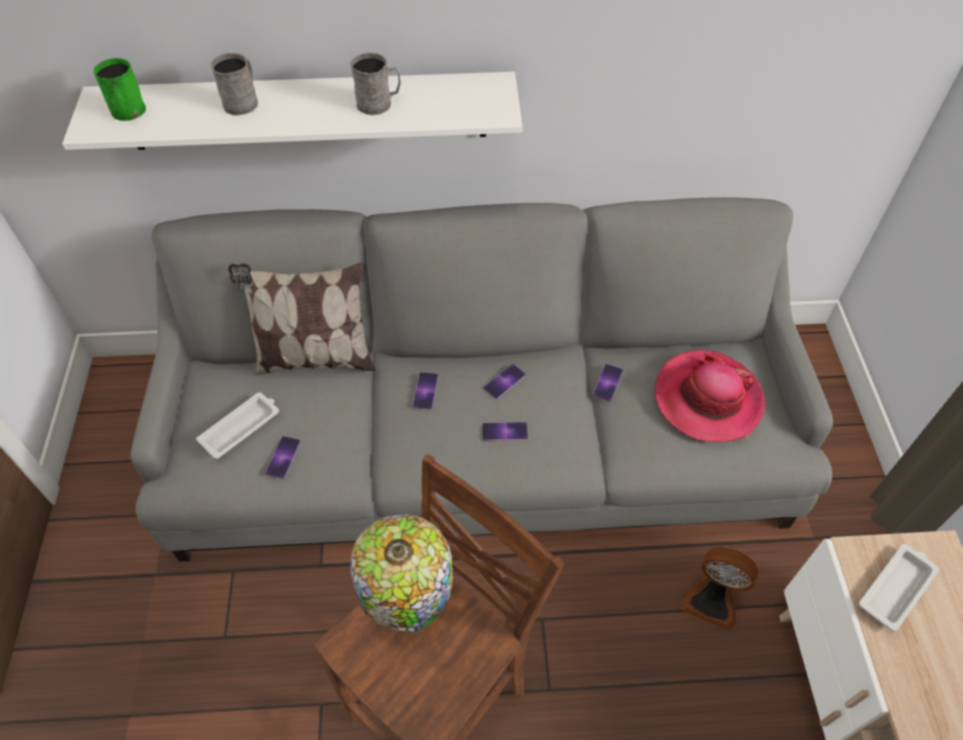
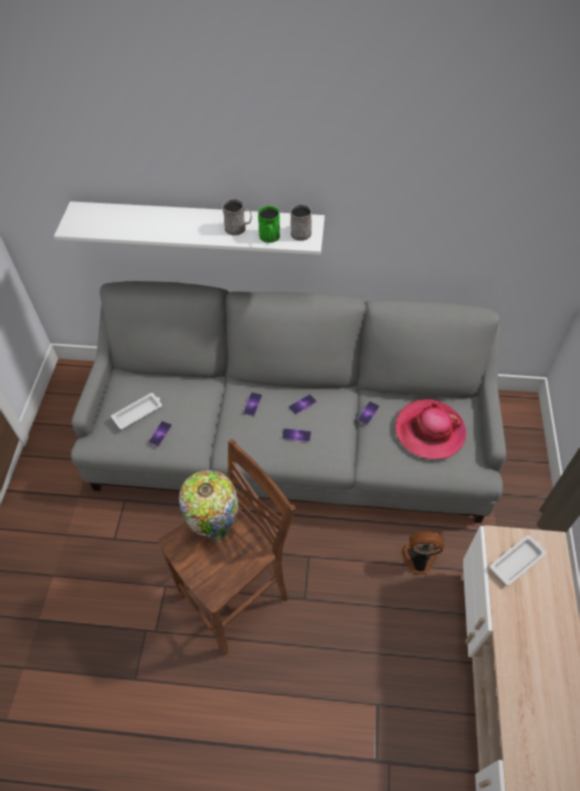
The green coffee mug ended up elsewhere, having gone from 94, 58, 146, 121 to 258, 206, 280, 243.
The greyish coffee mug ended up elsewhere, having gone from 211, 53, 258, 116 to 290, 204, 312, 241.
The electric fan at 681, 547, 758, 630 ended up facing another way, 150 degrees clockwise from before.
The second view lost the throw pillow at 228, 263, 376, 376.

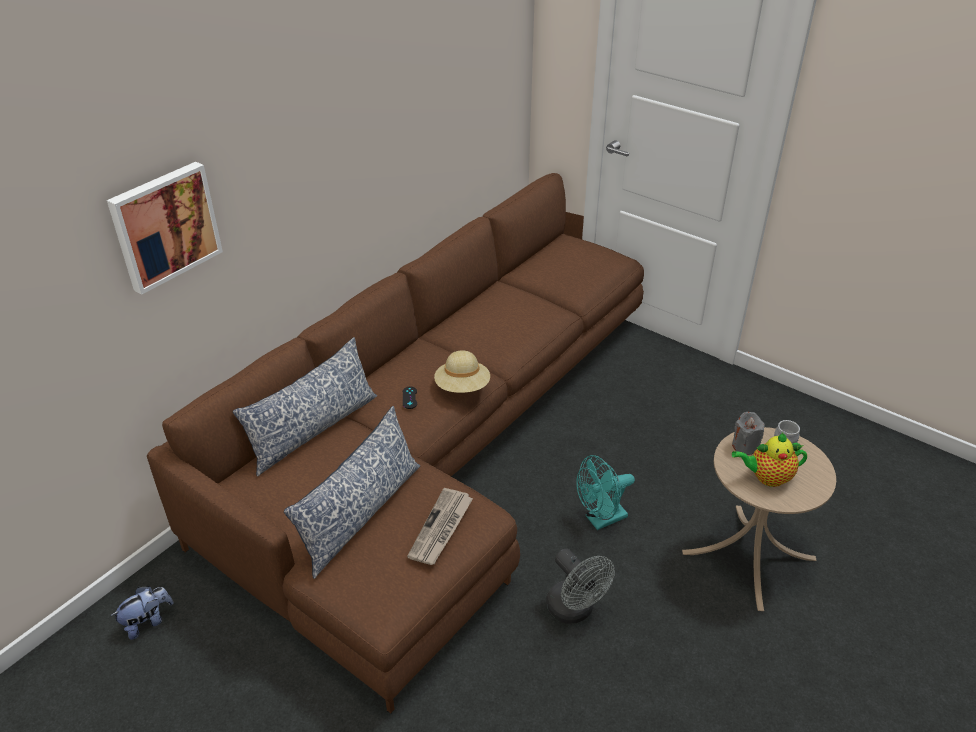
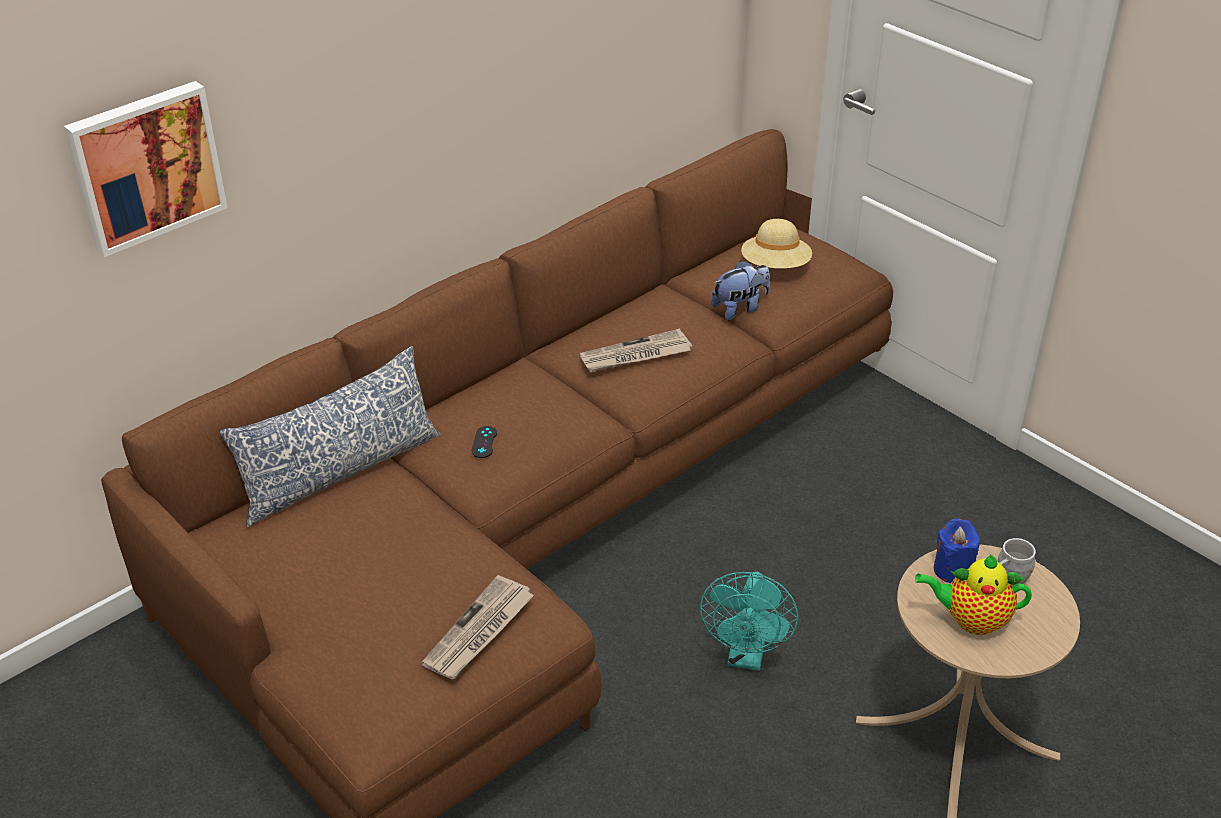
The second view gained the daily paper at 580, 329, 692, 372.
The turquoise electric fan at 576, 455, 635, 530 ended up facing another way, 60 degrees counterclockwise from before.
The cuddly toy ended up elsewhere, having gone from 111, 586, 173, 640 to 711, 260, 770, 320.
The sand-coloured hat ended up elsewhere, having gone from 434, 350, 490, 393 to 741, 219, 812, 269.
What was the greyish wax light at 732, 412, 764, 455 turned into the bluish wax light at 934, 519, 980, 583.
The second view lost the throw pillow at 284, 406, 420, 579.
The second view lost the greyish electric fan at 546, 549, 615, 624.

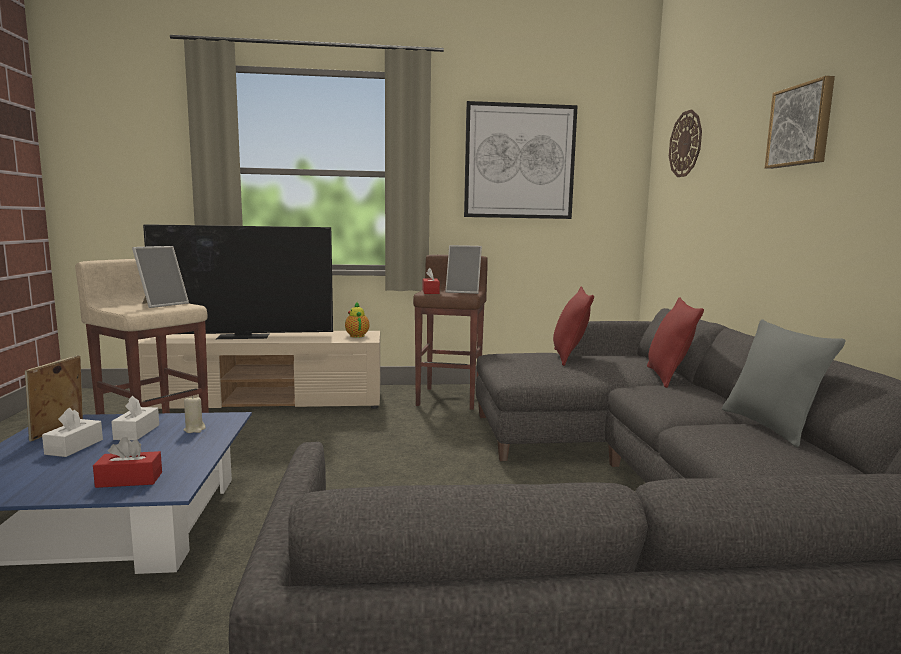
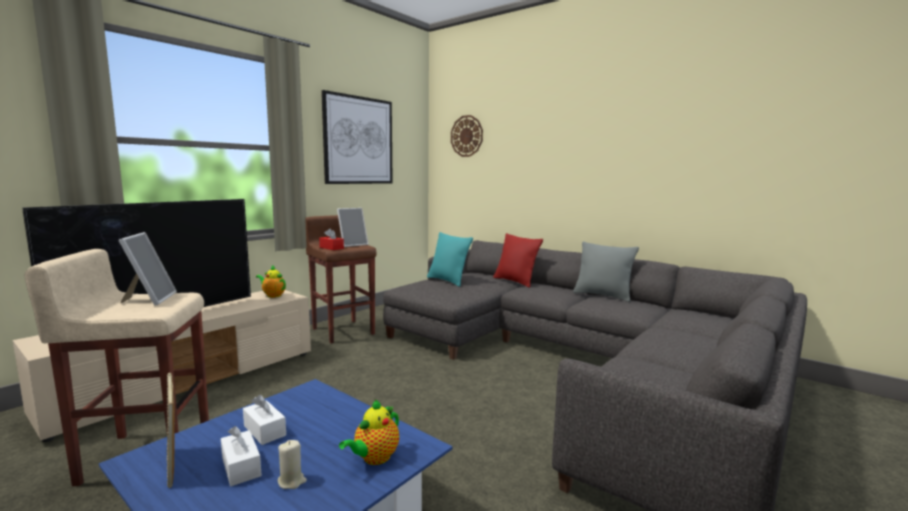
The sand-coloured wax light ended up elsewhere, having gone from 183, 396, 206, 433 to 278, 440, 307, 489.
Where the red tissue box stood at 93, 437, 162, 488, the teapot came to stand at 339, 400, 399, 465.
What was the red throw pillow at 553, 287, 594, 366 turned into the turquoise throw pillow at 427, 232, 473, 287.
The second view lost the wall art at 765, 76, 835, 169.

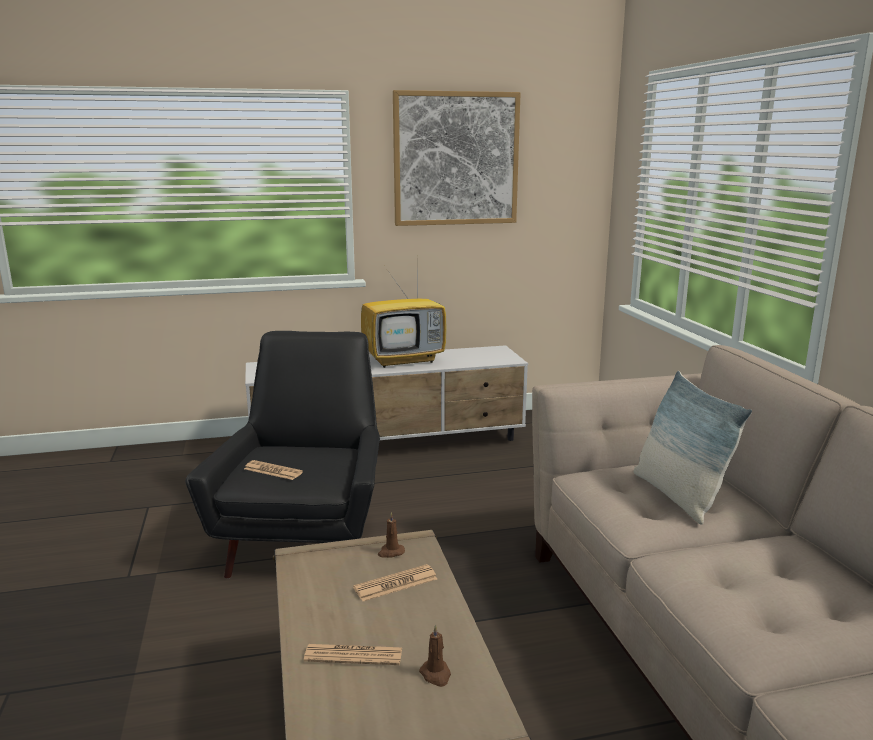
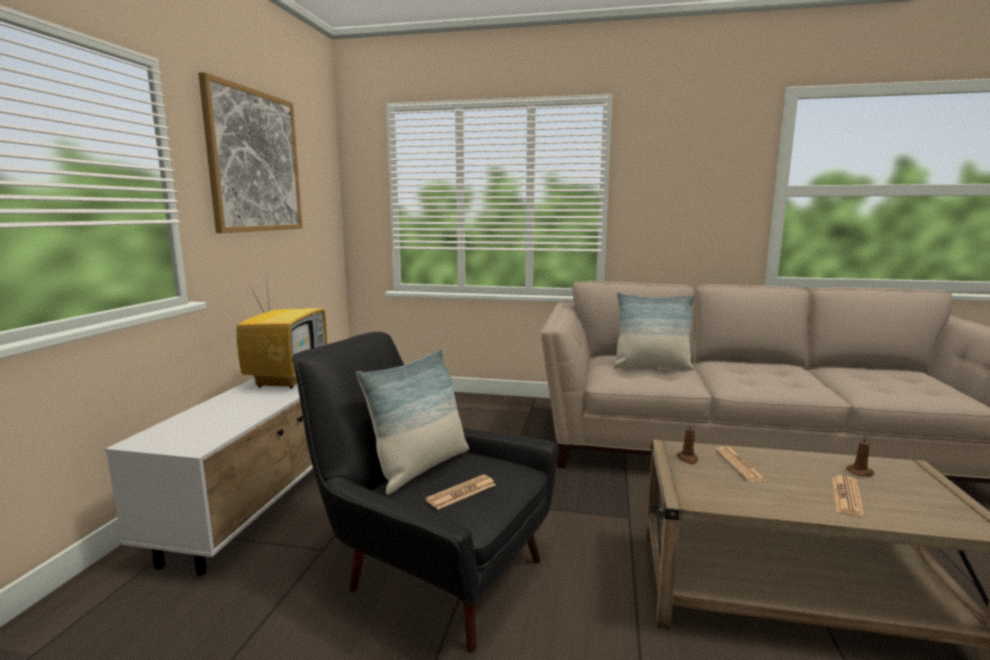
The second view gained the throw pillow at 356, 349, 469, 495.

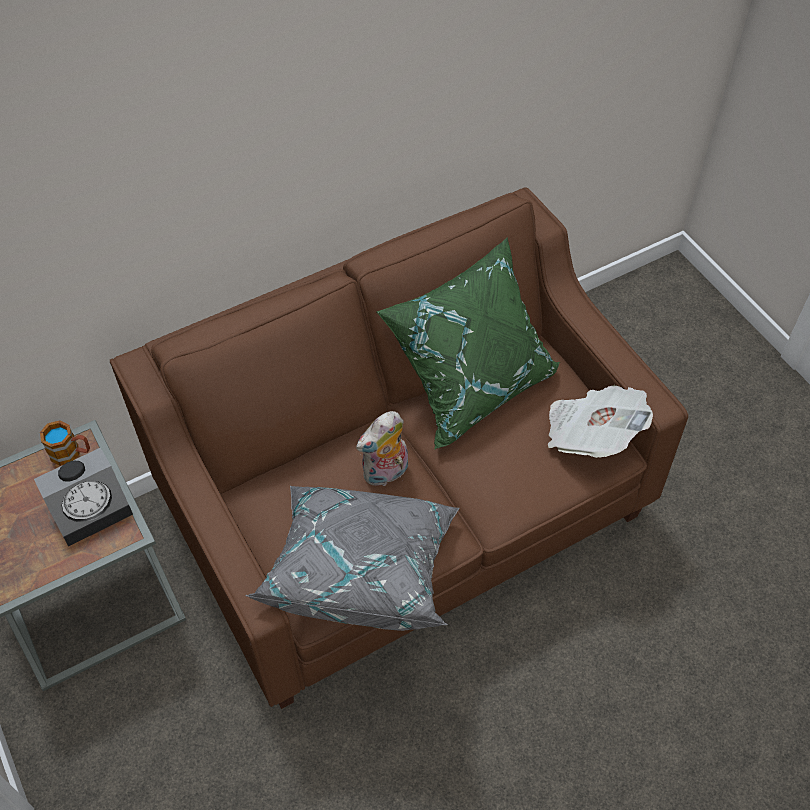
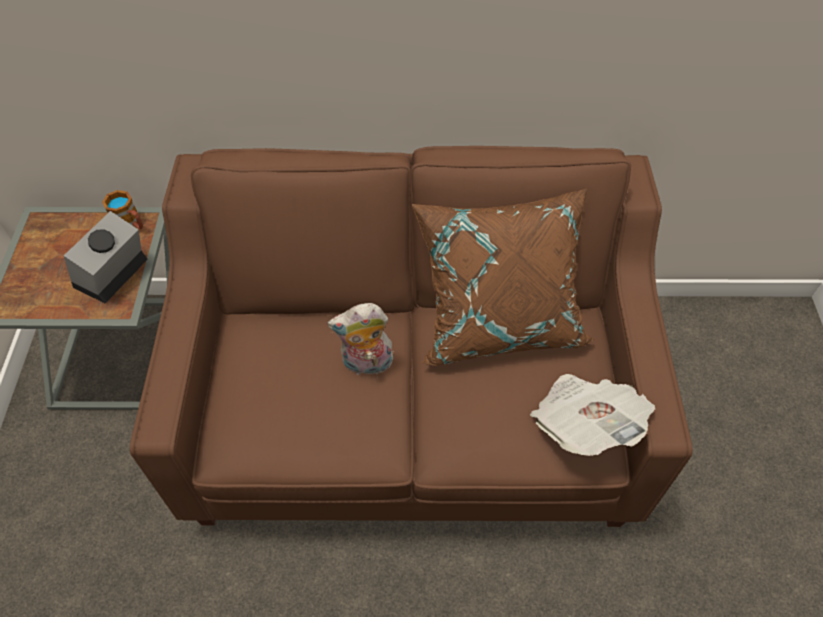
The table clock at 34, 448, 133, 546 ended up facing another way, 120 degrees clockwise from before.
What was the green throw pillow at 377, 237, 561, 449 turned into the brown-coloured throw pillow at 411, 189, 596, 366.
The second view lost the greyish throw pillow at 245, 486, 460, 631.

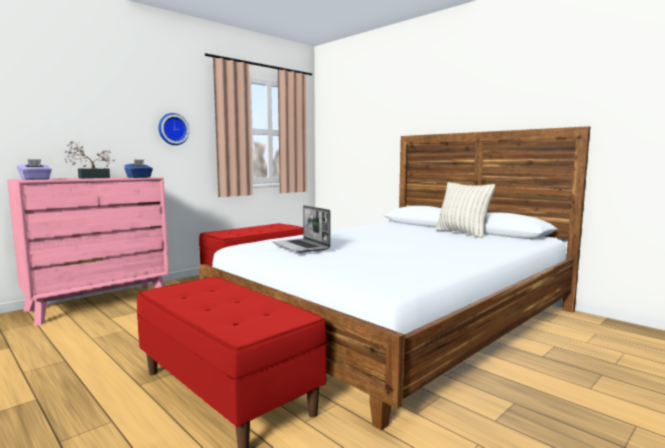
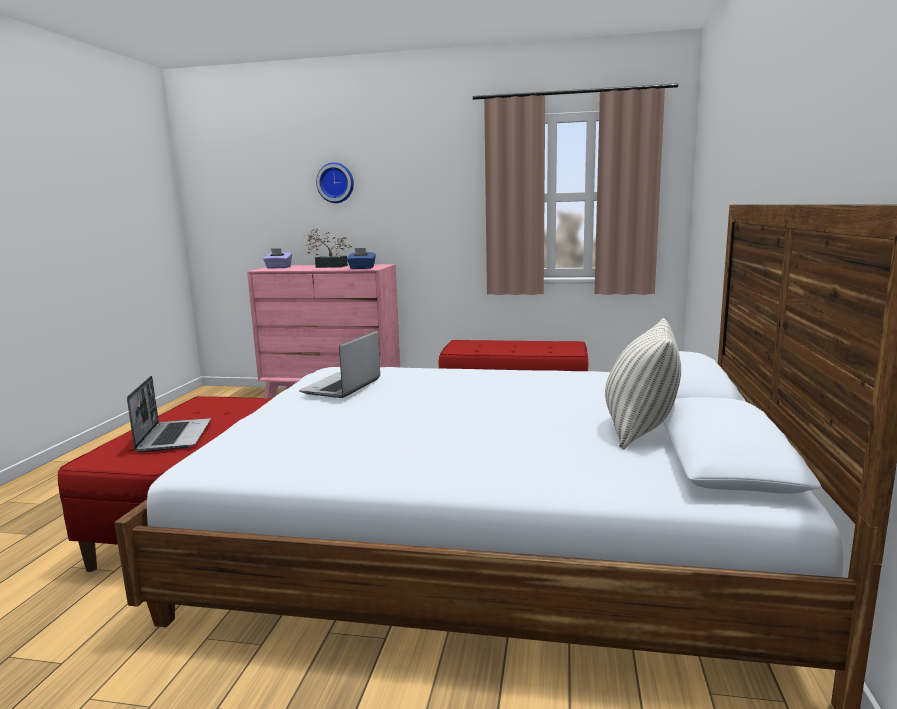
The second view gained the portable computer at 127, 376, 211, 452.
The clock on the wall ended up elsewhere, having gone from 158, 113, 189, 145 to 316, 162, 354, 203.

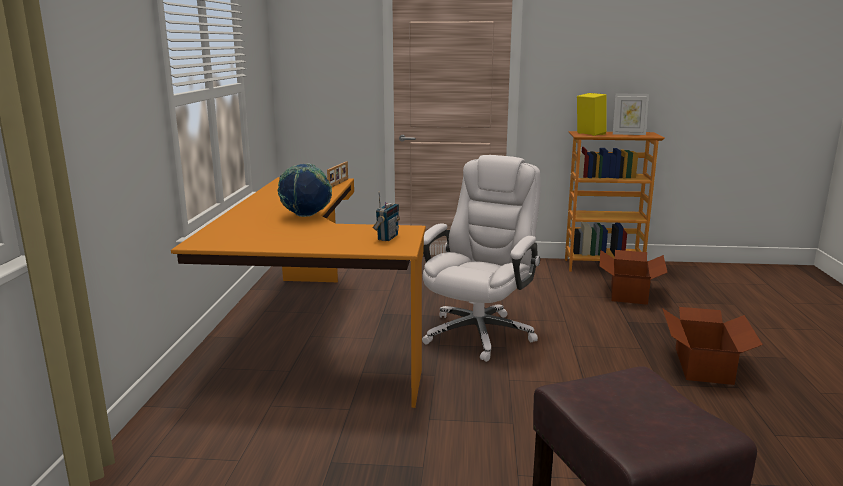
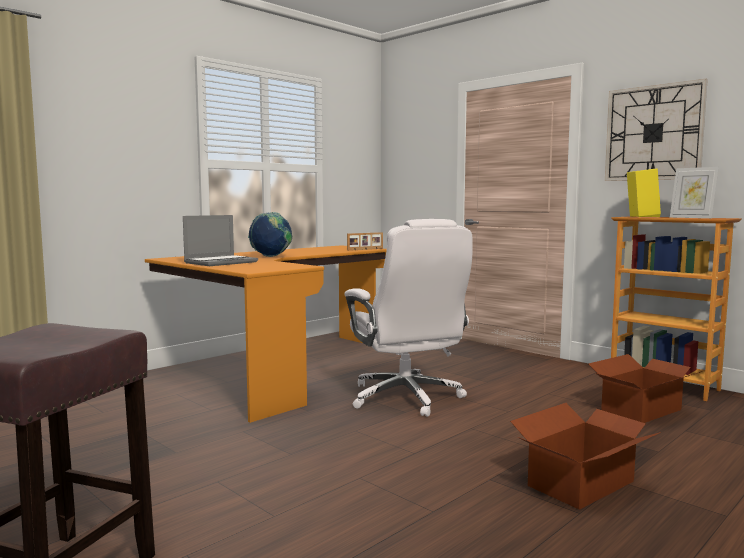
The second view gained the portable computer at 183, 215, 258, 266.
The whitish computer chair at 422, 155, 540, 362 ended up facing another way, 90 degrees clockwise from before.
The second view gained the clock on the wall at 605, 79, 708, 181.
The second view lost the radio receiver at 373, 192, 400, 241.

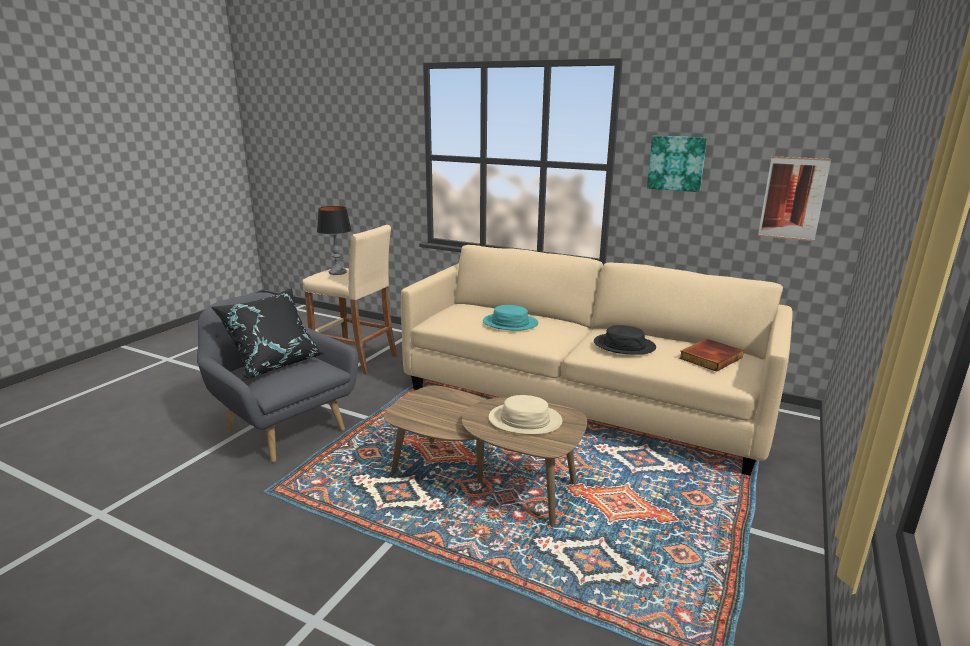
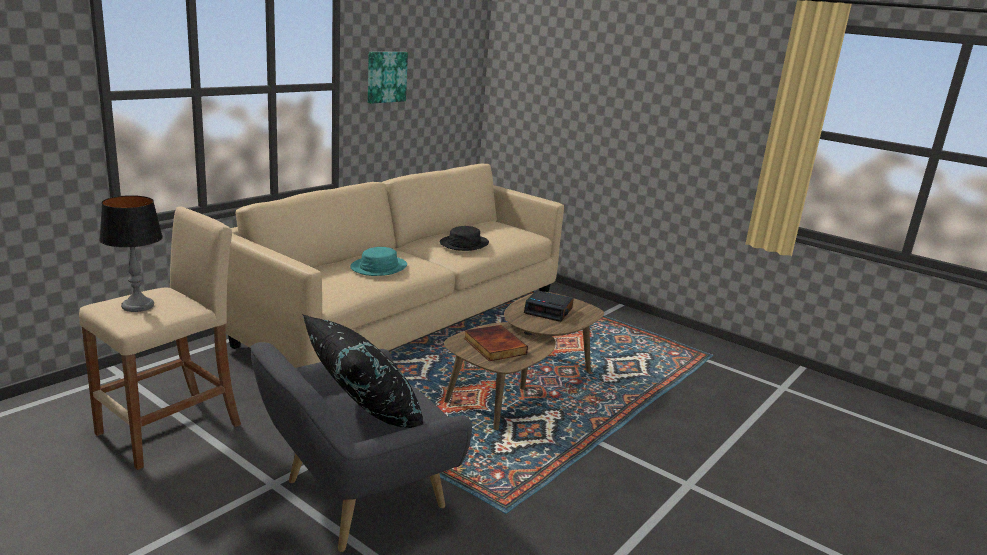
The volume ended up elsewhere, having gone from 679, 339, 744, 372 to 464, 325, 528, 361.
Where the sand-coloured hat stood at 489, 395, 562, 435, the table clock came to stand at 524, 290, 574, 322.
The second view lost the wall art at 758, 156, 831, 241.

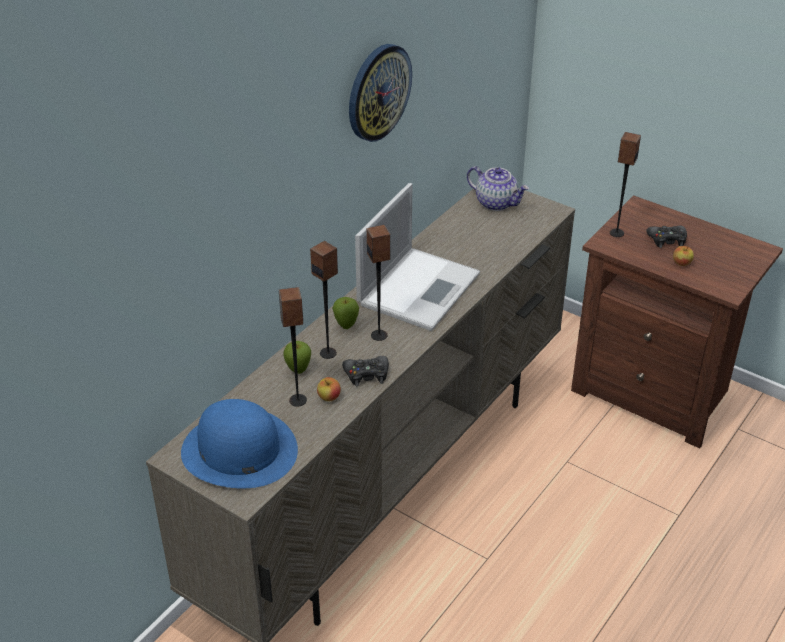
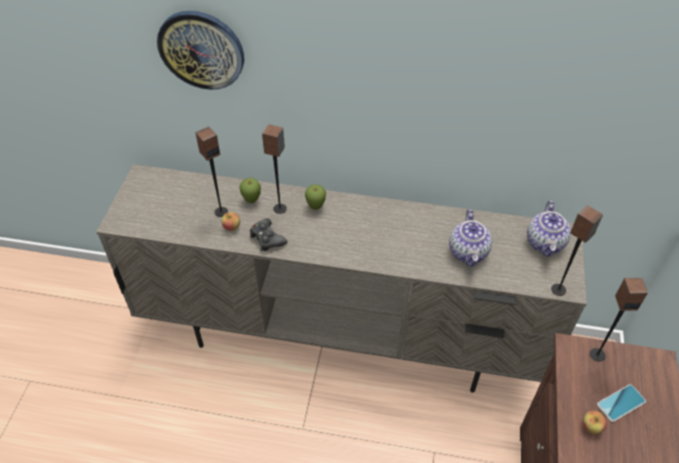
The clock on the wall ended up elsewhere, having gone from 349, 44, 412, 142 to 157, 11, 244, 90.
The second view gained the teapot at 449, 209, 492, 267.
The audio speaker ended up elsewhere, having gone from 367, 225, 391, 341 to 551, 205, 603, 296.
Where the black-coloured gamepad stood at 646, 226, 687, 248, the telephone came to stand at 597, 384, 646, 422.
The second view lost the bluish hat at 181, 399, 298, 488.
The second view lost the portable computer at 355, 183, 480, 331.

